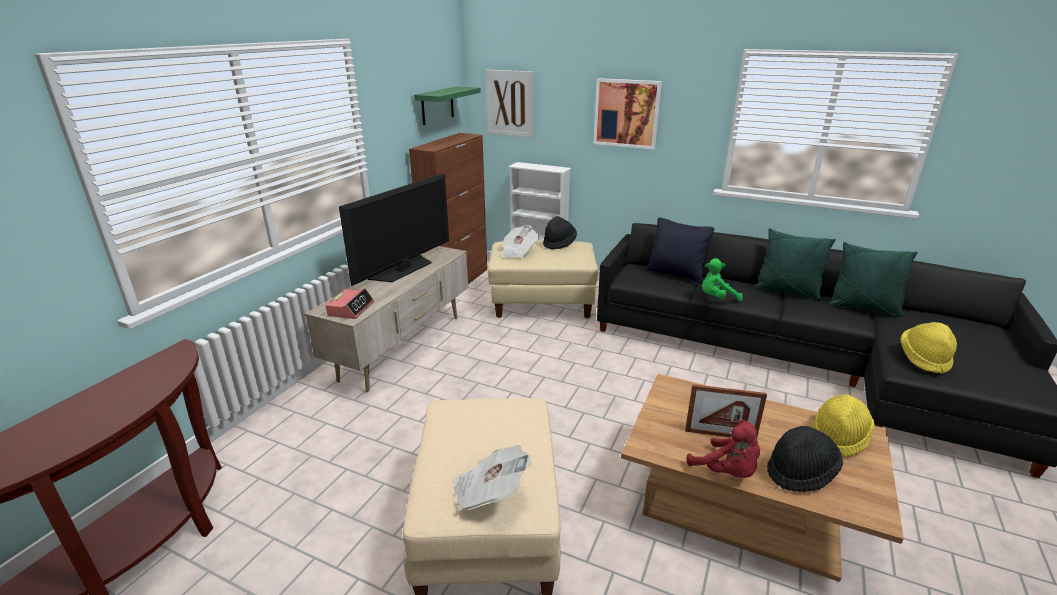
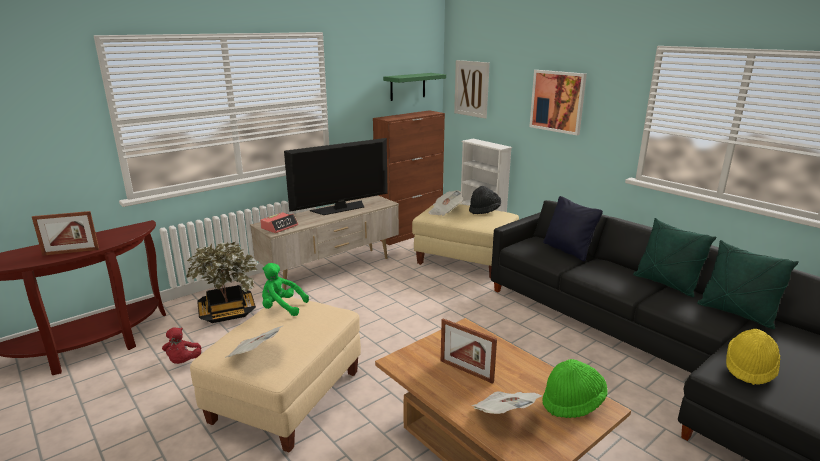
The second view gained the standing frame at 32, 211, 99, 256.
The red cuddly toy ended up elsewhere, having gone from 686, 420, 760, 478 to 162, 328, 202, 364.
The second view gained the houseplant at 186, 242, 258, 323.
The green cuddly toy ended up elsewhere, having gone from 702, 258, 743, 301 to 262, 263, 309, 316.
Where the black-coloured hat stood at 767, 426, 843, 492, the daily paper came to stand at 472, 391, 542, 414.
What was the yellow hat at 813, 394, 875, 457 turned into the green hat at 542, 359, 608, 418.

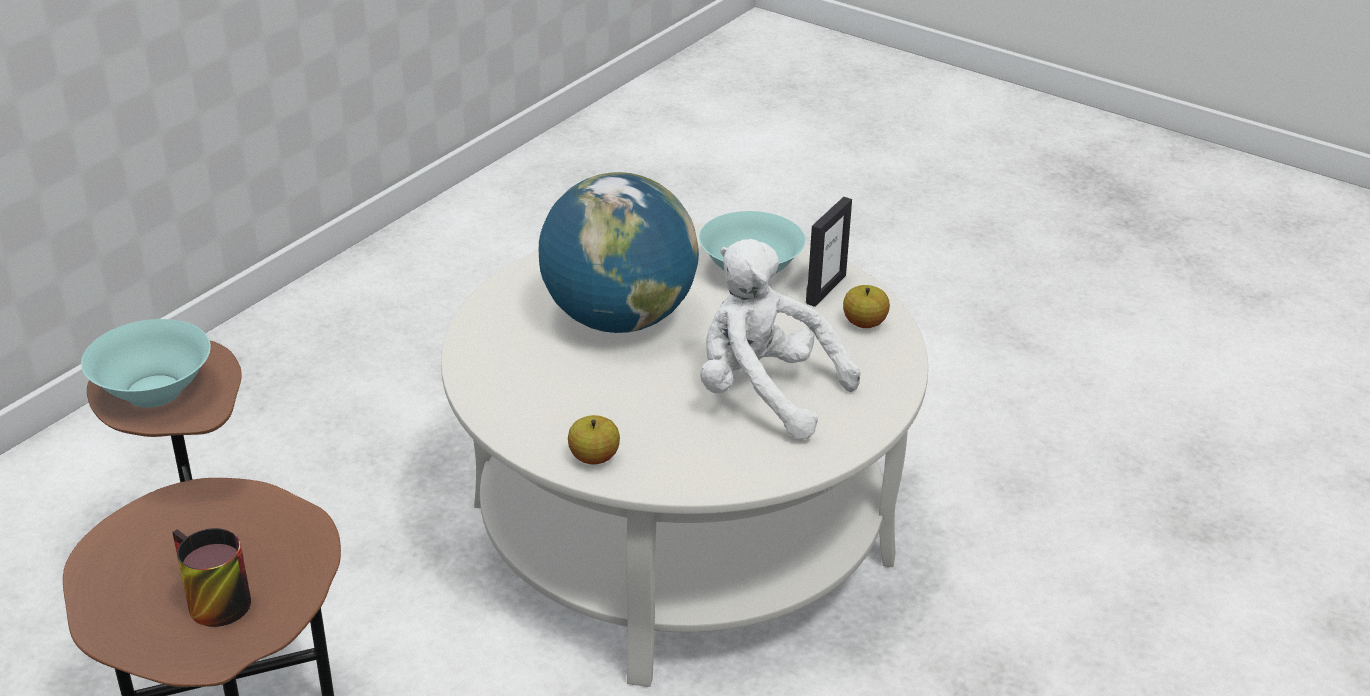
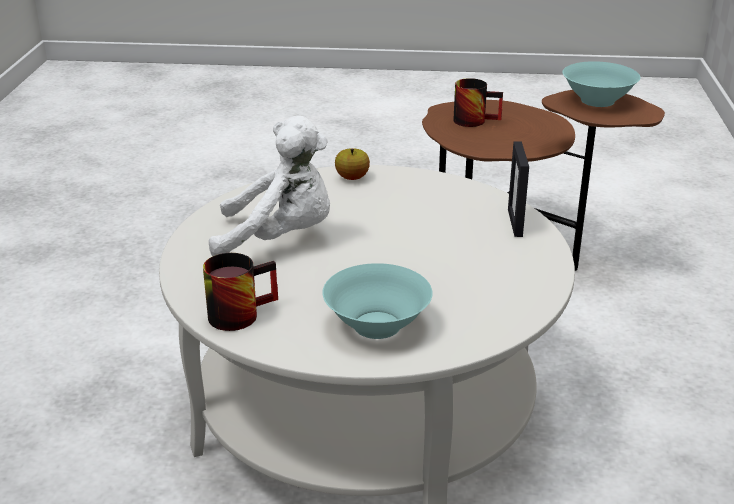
Where the apple stood at 843, 285, 890, 328, the coffee mug came to stand at 203, 253, 278, 331.
The standing frame ended up elsewhere, having gone from 806, 197, 852, 307 to 508, 142, 529, 237.
The second view lost the desk globe at 539, 172, 699, 333.

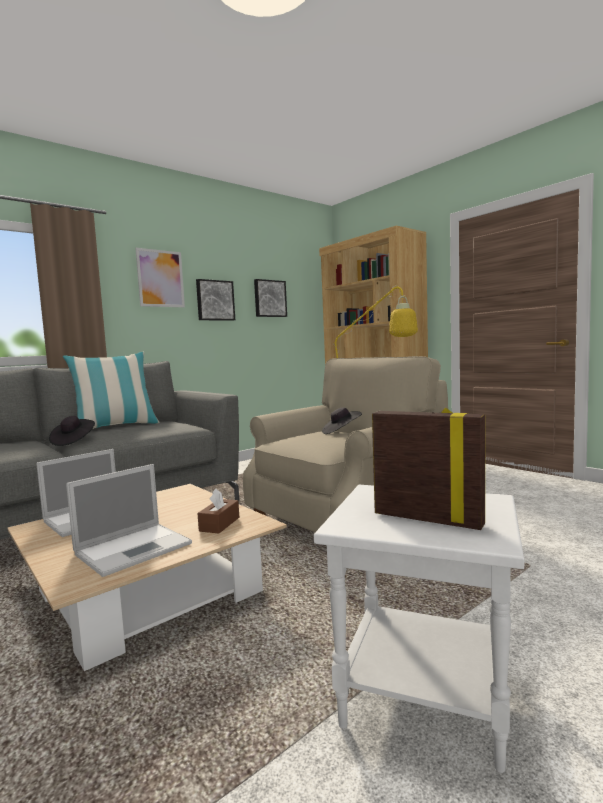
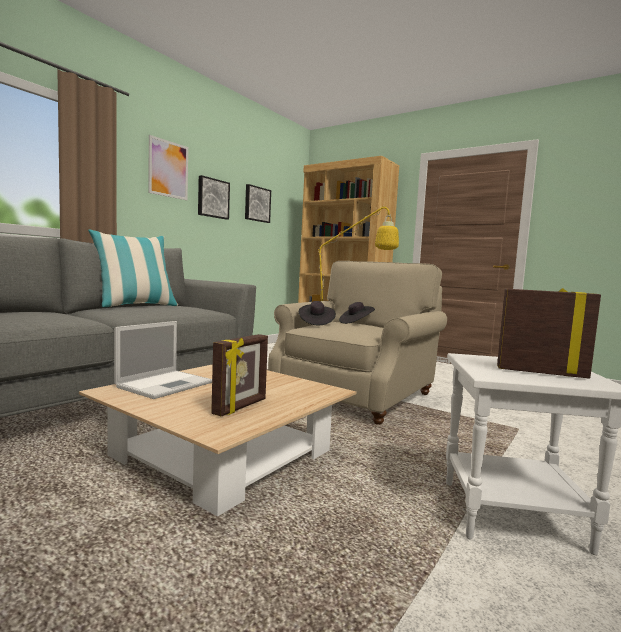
Where the portable computer stood at 66, 464, 192, 577, the standing frame came to stand at 211, 334, 268, 417.
The black-coloured hat ended up elsewhere, having gone from 49, 416, 95, 446 to 299, 301, 336, 325.
The second view lost the brown-coloured tissue box at 197, 489, 239, 534.

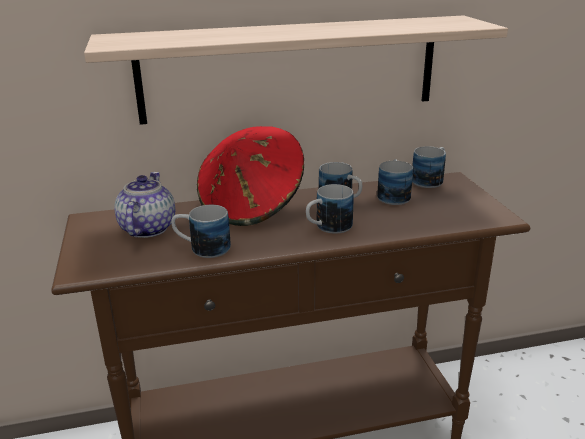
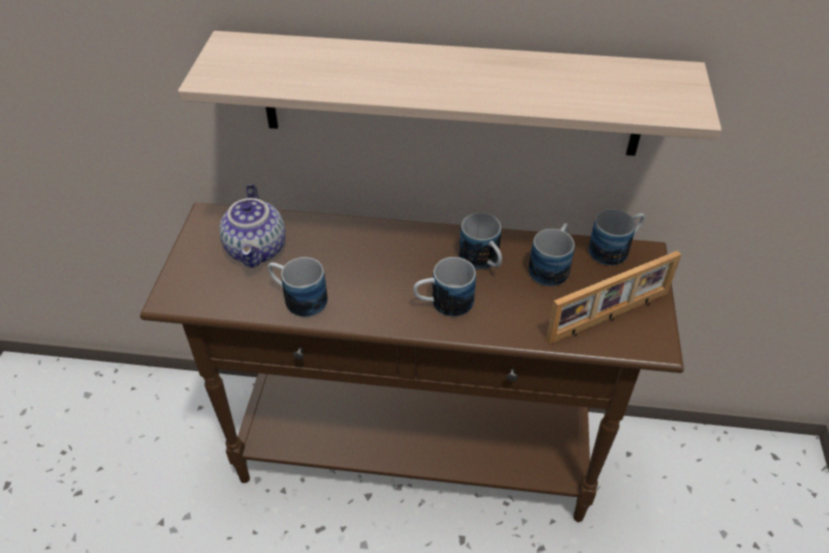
The teapot at 114, 172, 175, 238 ended up facing another way, 150 degrees clockwise from before.
The second view gained the standing frame at 546, 251, 682, 344.
The second view lost the red hat at 197, 126, 304, 226.

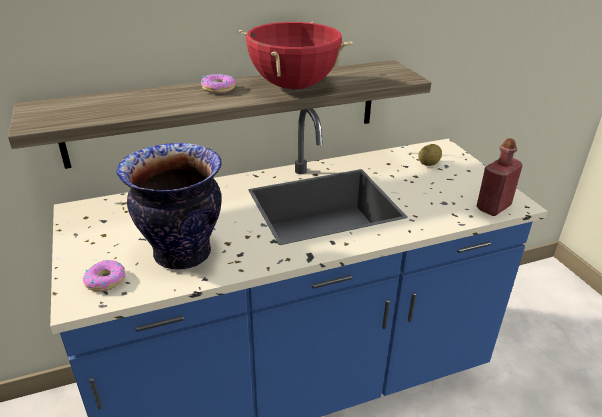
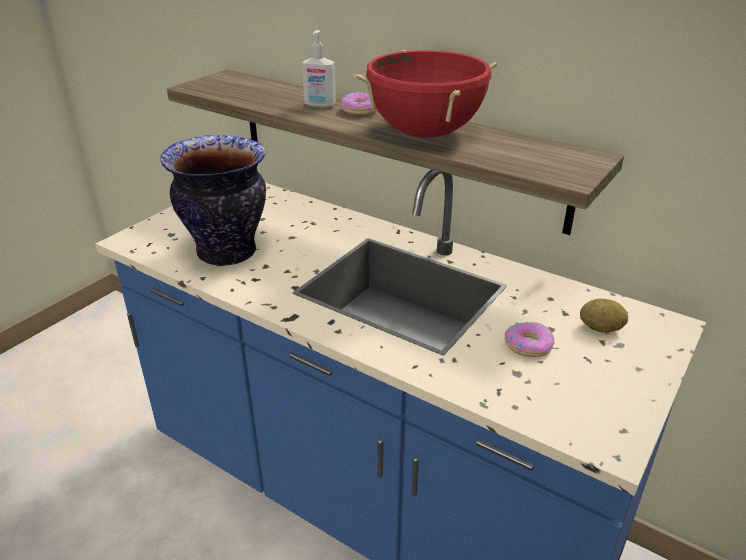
The second view gained the soap dispenser at 302, 30, 336, 108.
The ring doughnut ended up elsewhere, having gone from 83, 260, 126, 292 to 504, 322, 555, 357.
The second view lost the red drink bottle at 477, 138, 523, 216.

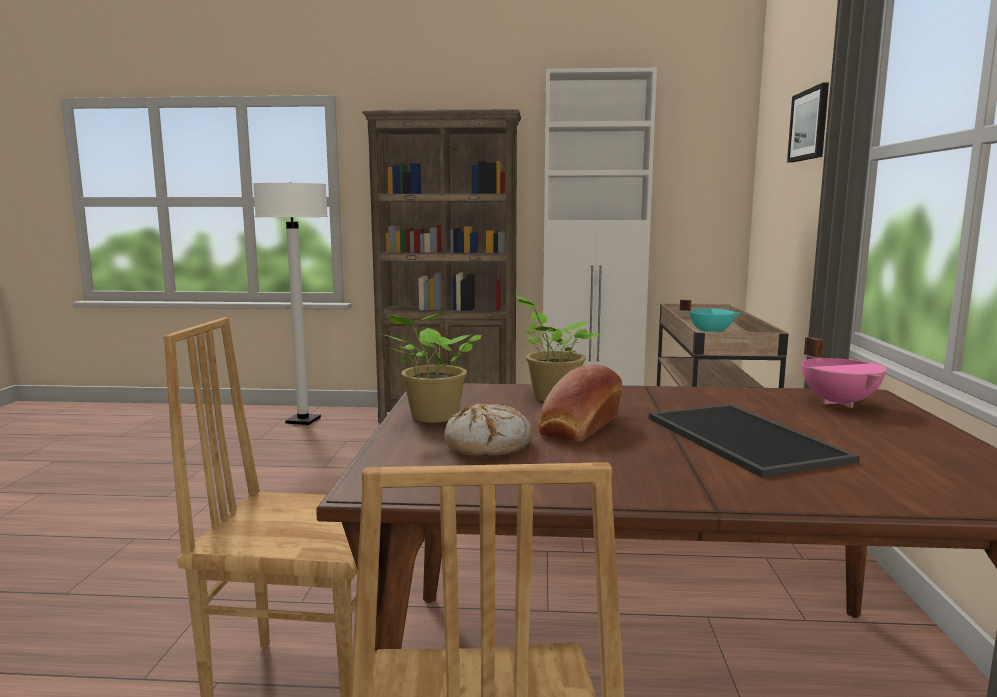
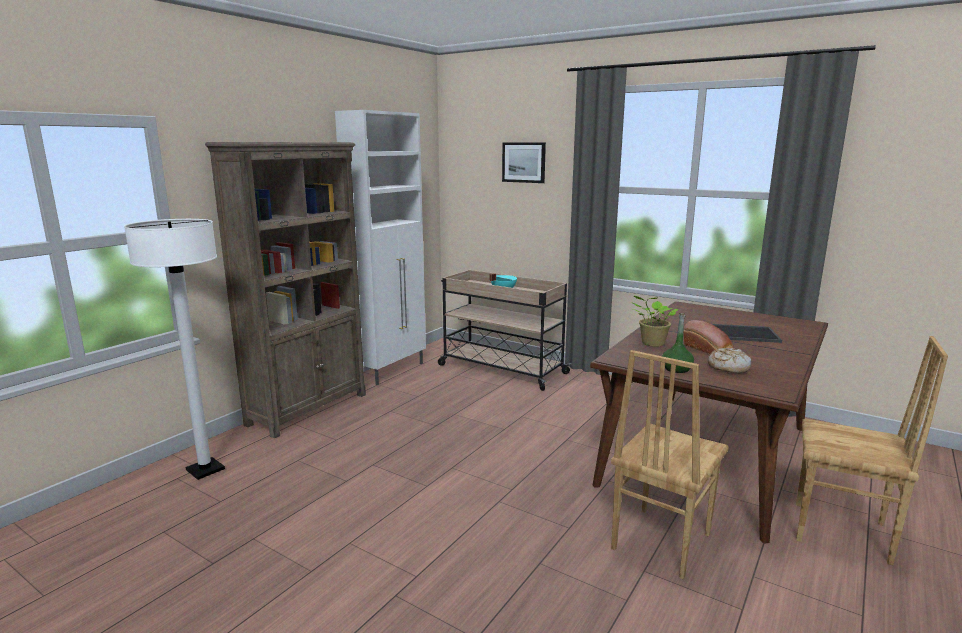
Where the houseplant stood at 381, 313, 481, 423, the green drink bottle came to stand at 662, 313, 694, 373.
The second view lost the pink-coloured saucepot at 802, 337, 886, 408.

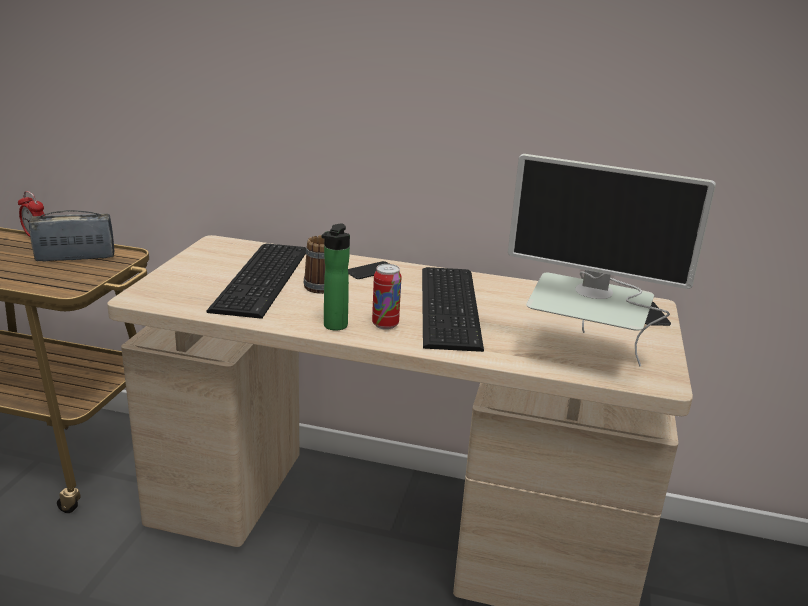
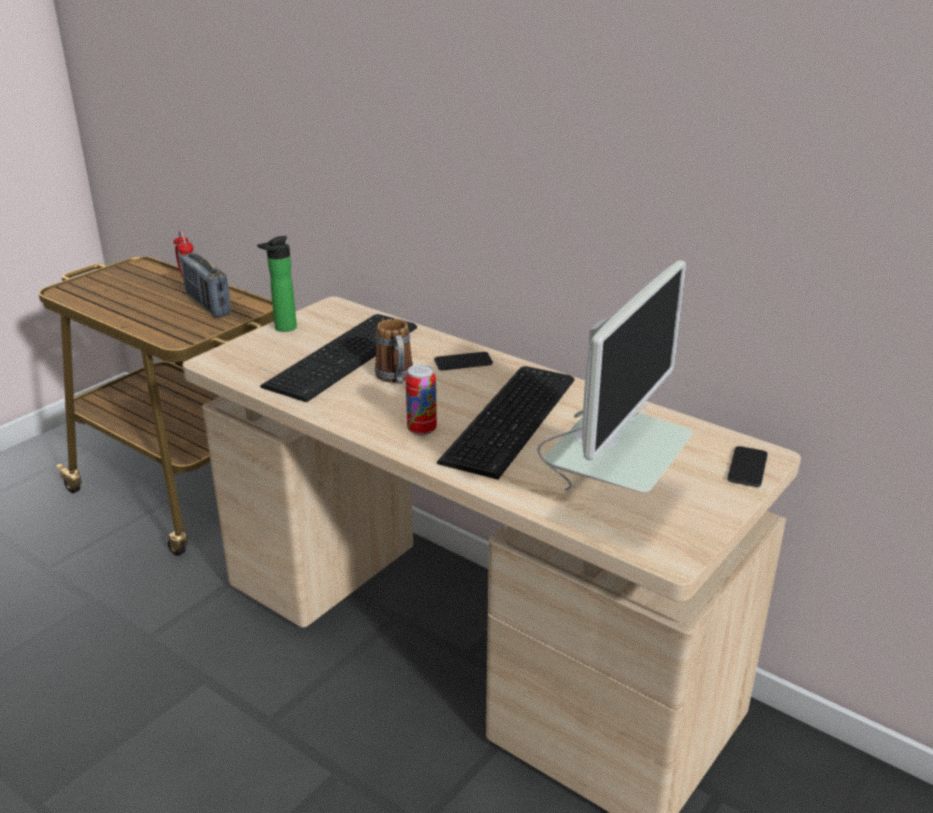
The radio receiver at 29, 210, 114, 262 ended up facing another way, 135 degrees counterclockwise from before.
The drink bottle ended up elsewhere, having gone from 321, 223, 350, 330 to 257, 236, 297, 332.
The monitor at 508, 154, 716, 367 ended up facing another way, 105 degrees counterclockwise from before.

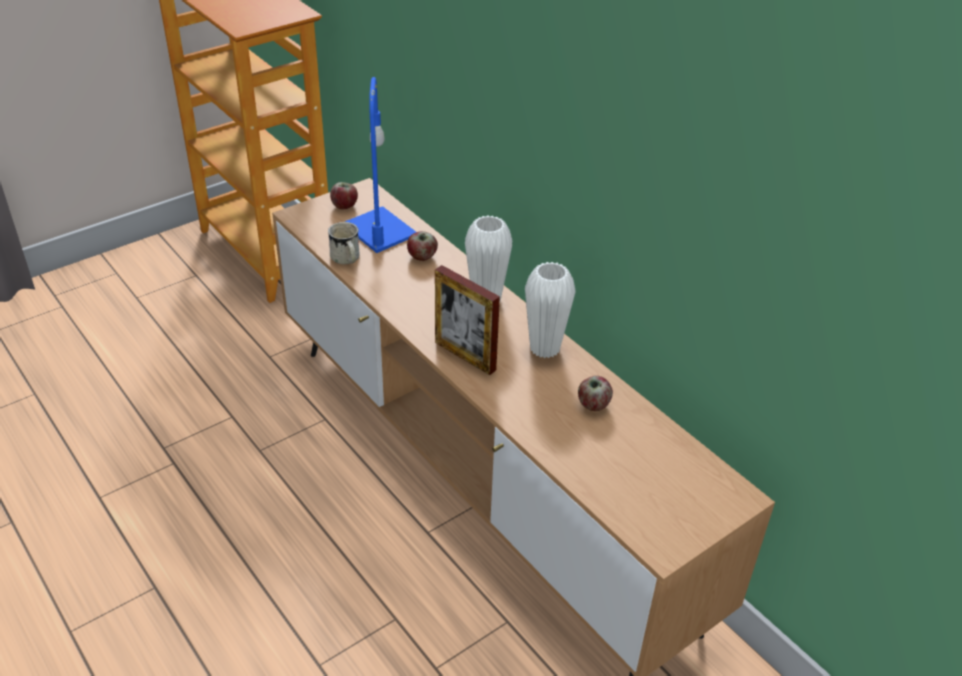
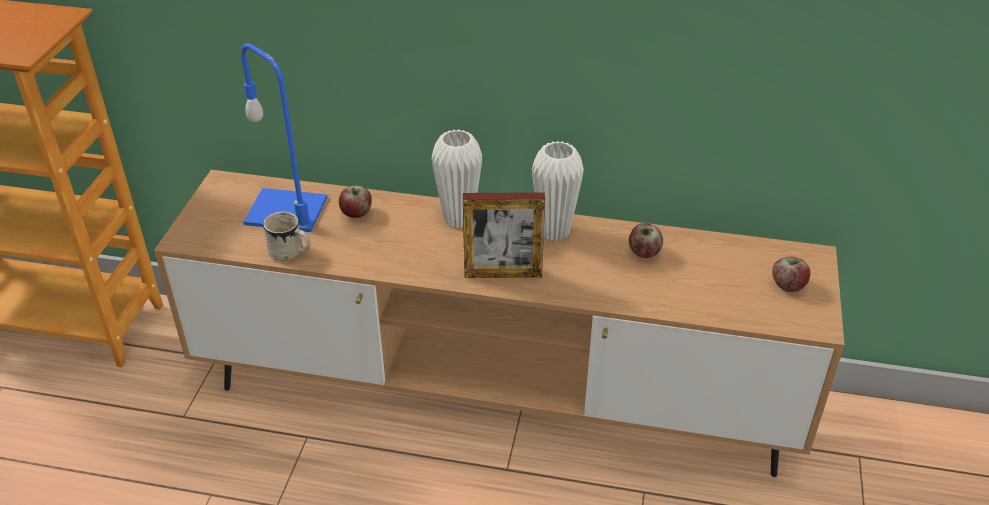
The apple ended up elsewhere, having gone from 330, 182, 358, 209 to 772, 257, 810, 292.

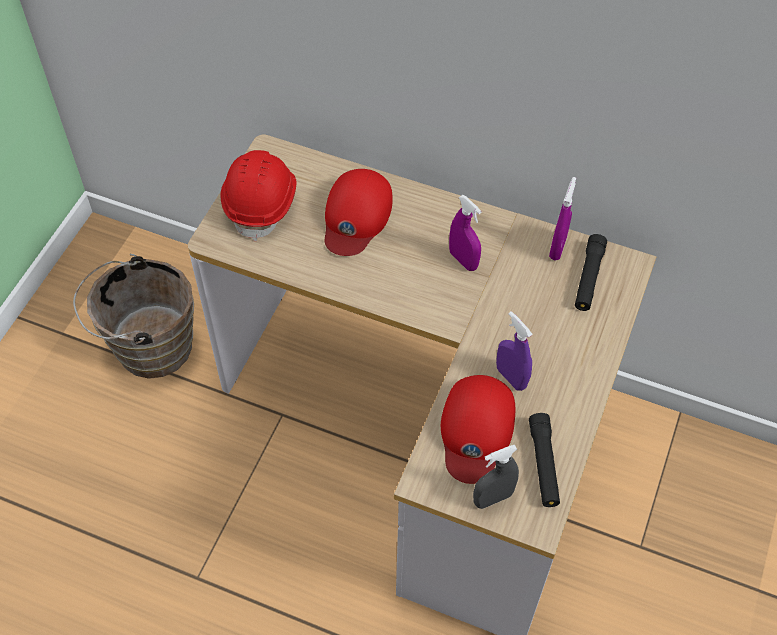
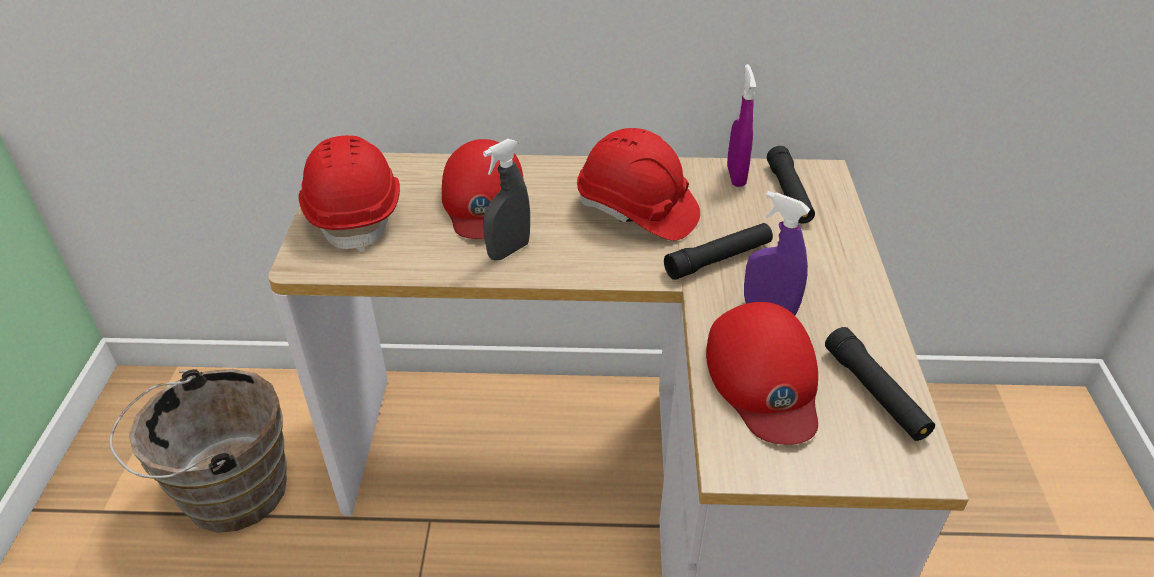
The greyish sprayer ended up elsewhere, having gone from 473, 445, 519, 509 to 483, 139, 530, 261.
Where the purplish sprayer stood at 449, 195, 482, 271, the red safety helmet came to stand at 577, 128, 700, 241.
The second view gained the black-coloured torch at 664, 223, 773, 280.

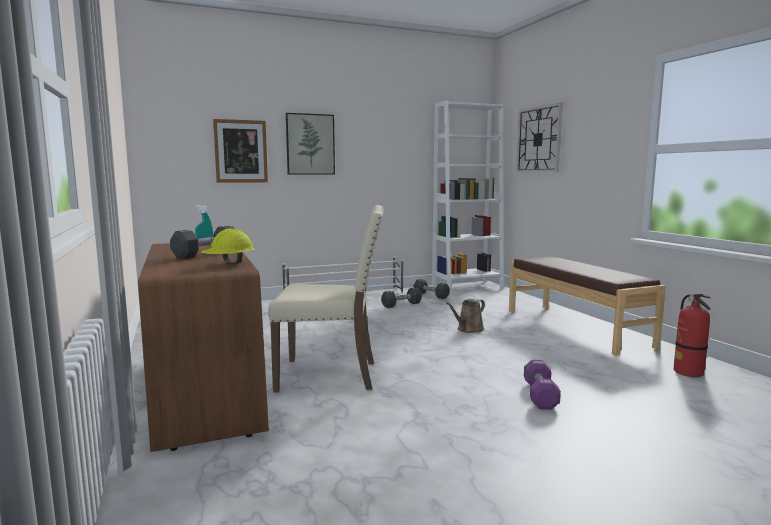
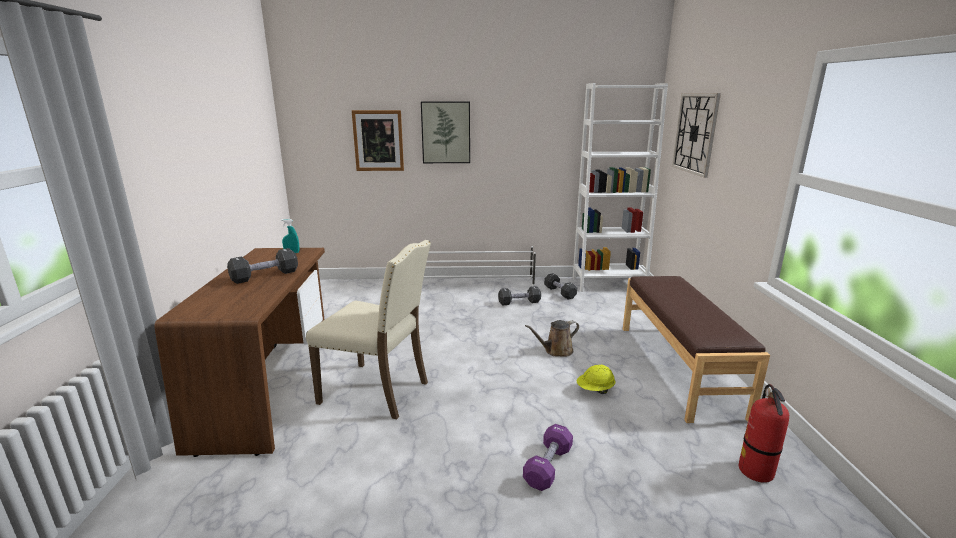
The yellow safety helmet ended up elsewhere, having gone from 201, 229, 255, 264 to 577, 365, 616, 394.

